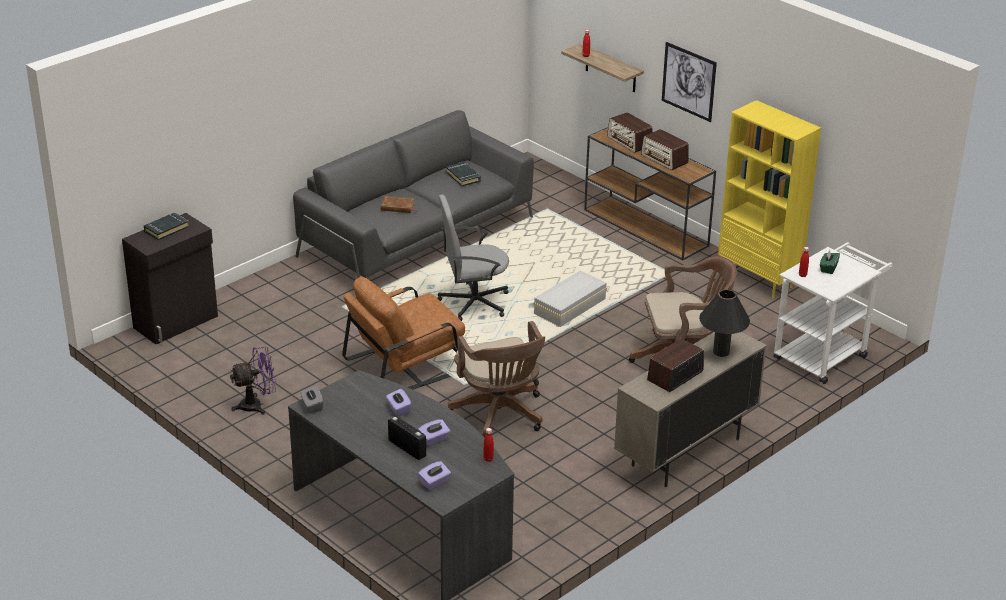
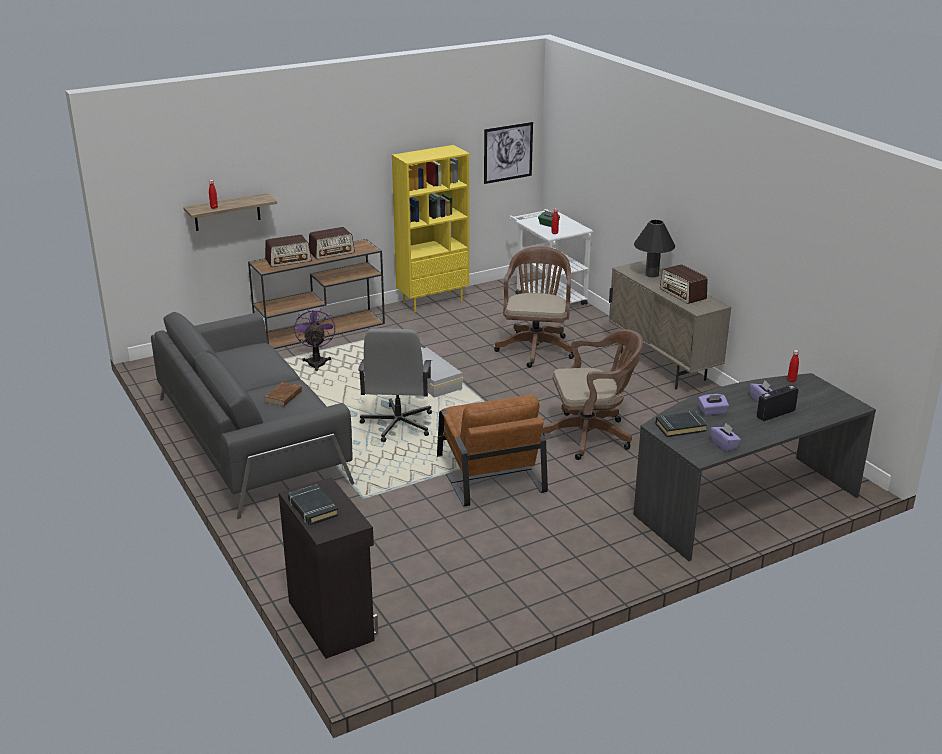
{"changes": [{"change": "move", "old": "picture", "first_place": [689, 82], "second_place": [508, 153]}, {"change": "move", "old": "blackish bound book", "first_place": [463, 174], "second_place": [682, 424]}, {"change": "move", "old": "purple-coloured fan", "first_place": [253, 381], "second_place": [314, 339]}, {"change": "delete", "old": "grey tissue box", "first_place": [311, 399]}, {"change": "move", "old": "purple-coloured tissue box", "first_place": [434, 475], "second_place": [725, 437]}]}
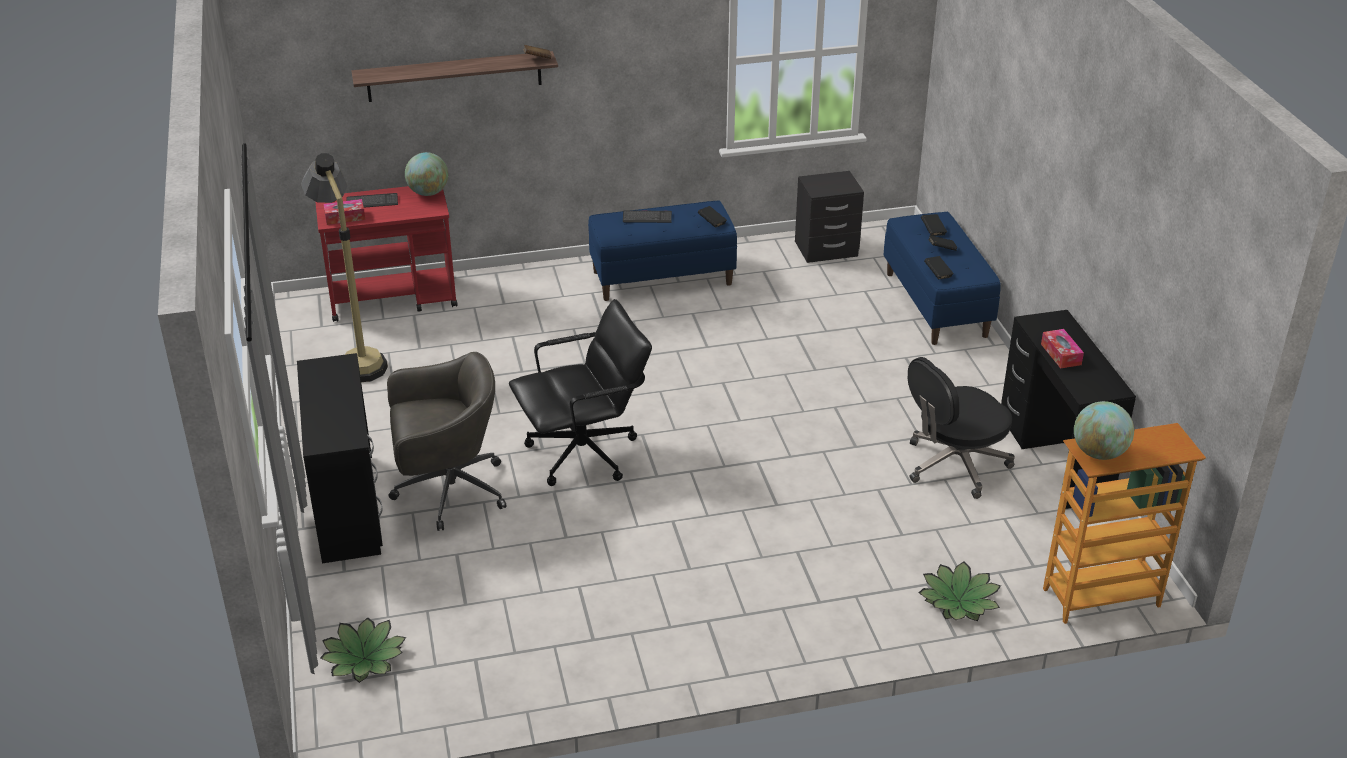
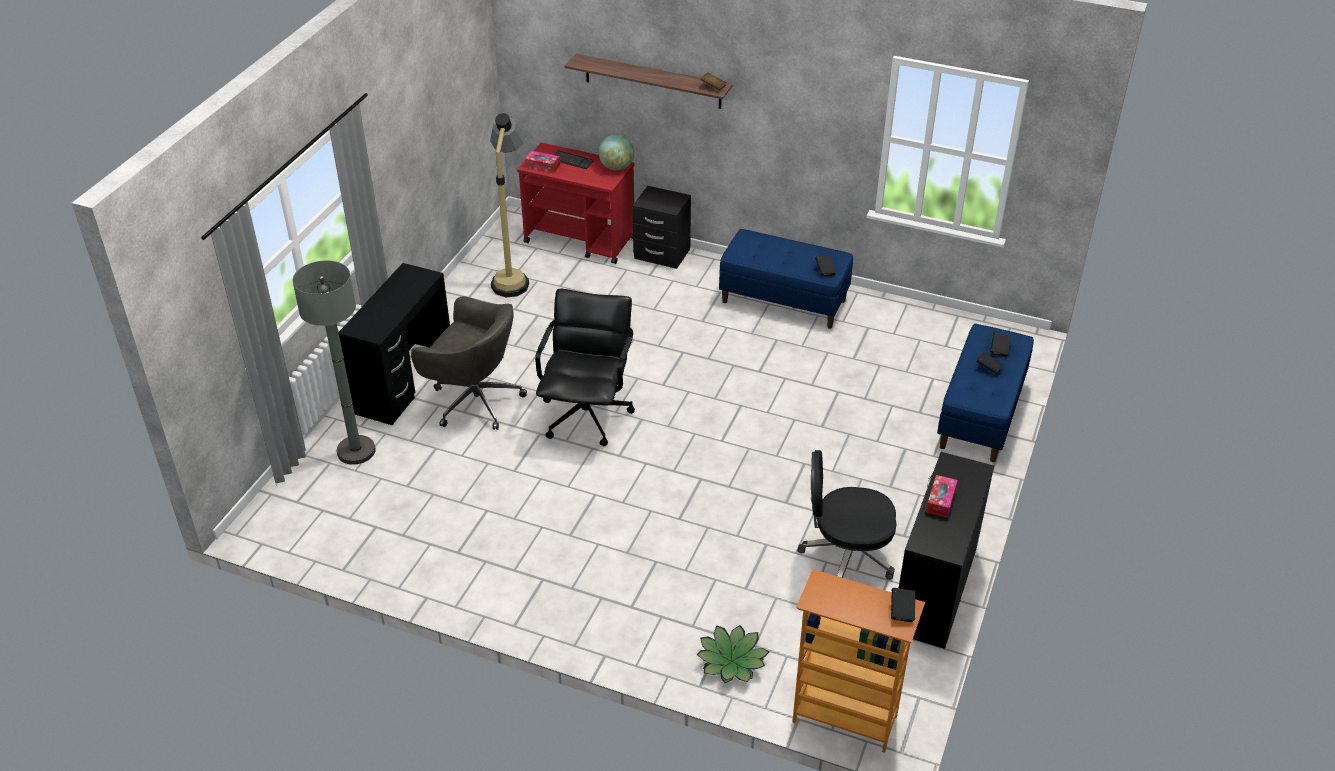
{"changes": [{"change": "move", "old": "blackish nightstand", "first_place": [829, 217], "second_place": [661, 227]}, {"change": "delete", "old": "keyboard", "first_place": [647, 216]}, {"change": "move", "old": "blackish bound book", "first_place": [939, 267], "second_place": [903, 605]}, {"change": "rotate", "old": "blackish office chair", "first_place": [580, 392], "second_place": [585, 367], "degrees": -90}, {"change": "delete", "old": "world globe", "first_place": [1104, 430]}, {"change": "delete", "old": "potted plant", "first_place": [363, 650]}, {"change": "insert", "new": "grey floor lamp", "second_place": [334, 362]}]}
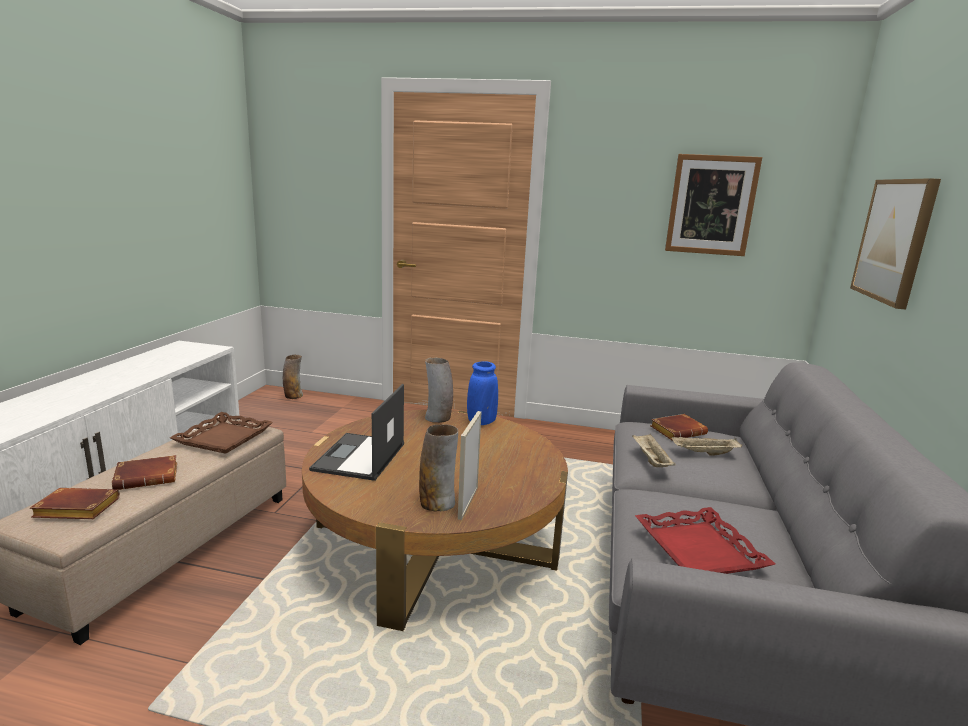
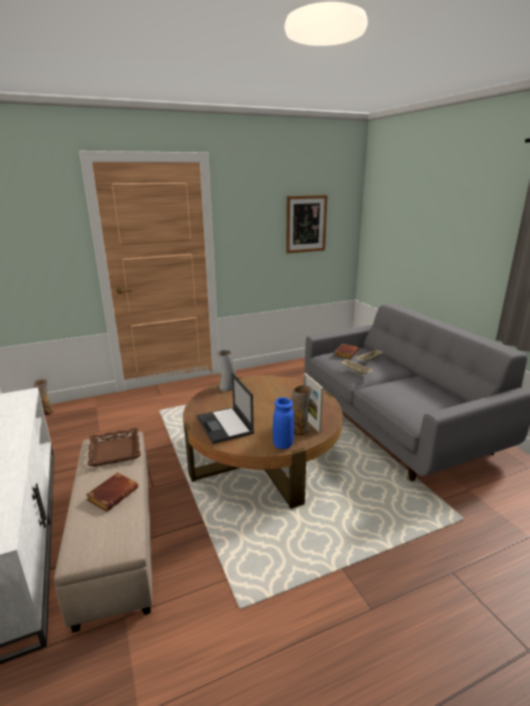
{"changes": [{"change": "delete", "old": "picture", "first_place": [895, 243]}, {"change": "move", "old": "blue decorative vase", "first_place": [482, 393], "second_place": [283, 423]}, {"change": "delete", "old": "brownish bound book", "first_place": [75, 503]}, {"change": "delete", "old": "red carrying tray", "first_place": [705, 540]}]}
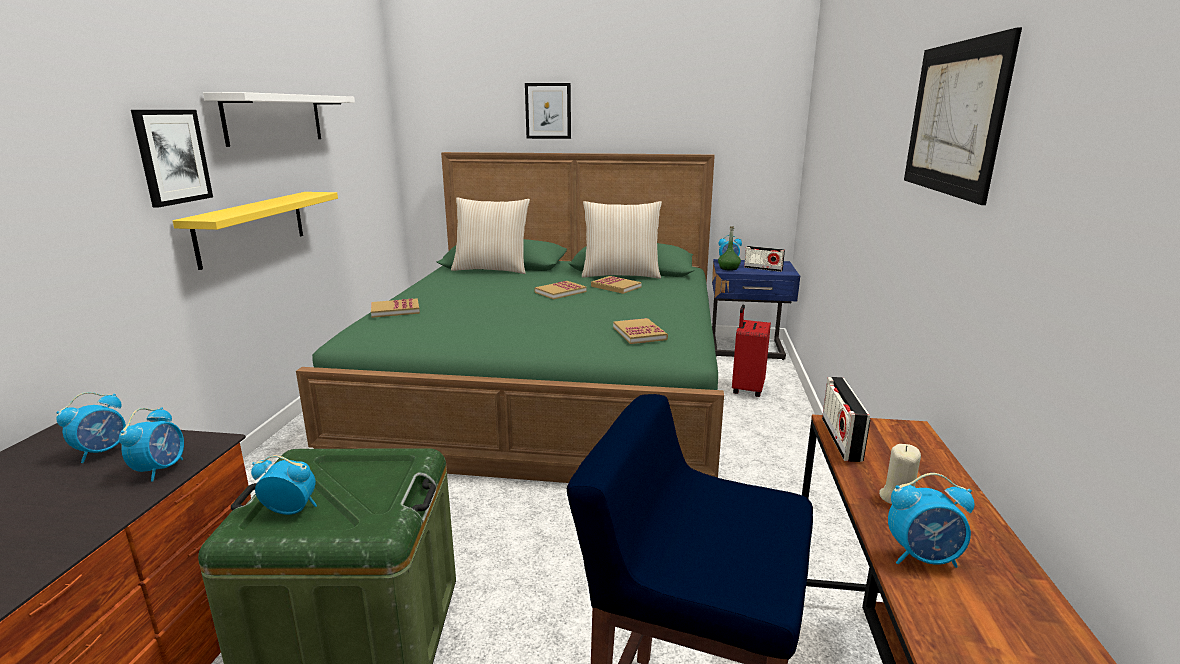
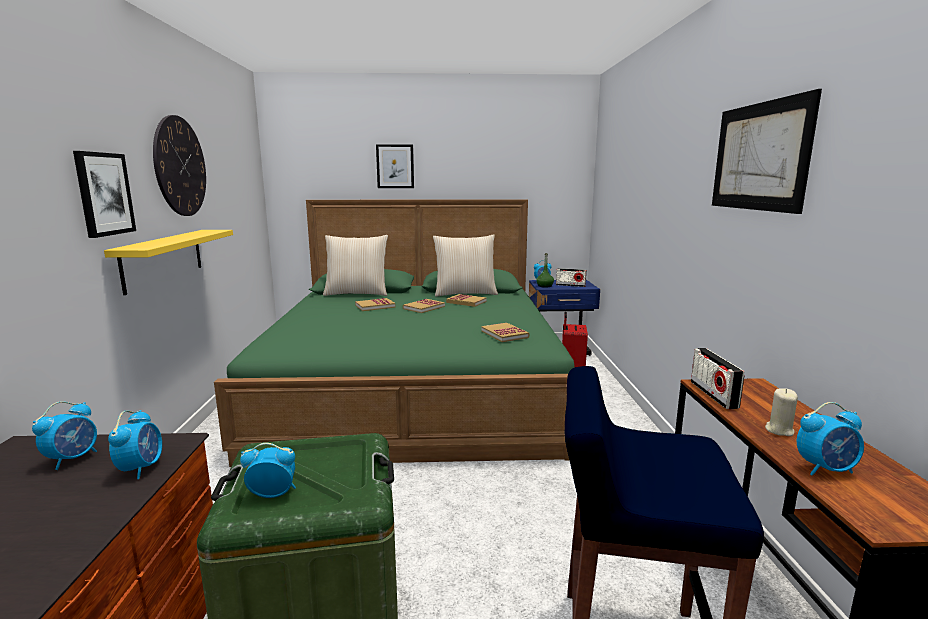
{"changes": [{"change": "replace", "old": "white shelf", "new": "hanging clock", "first_place": [279, 119], "second_place": [179, 165]}, {"change": "move", "old": "bound book", "first_place": [395, 308], "second_place": [375, 304]}]}
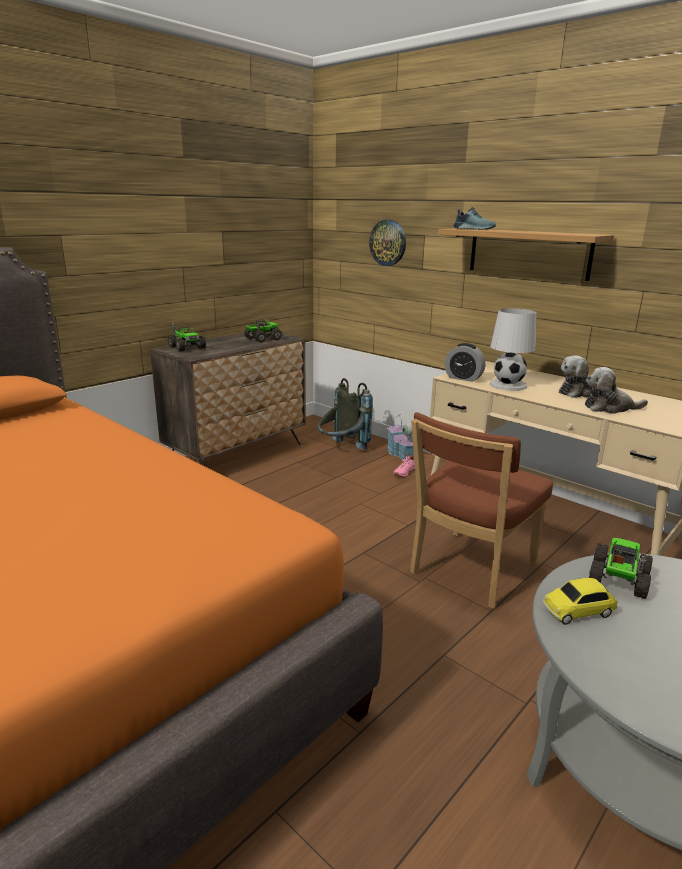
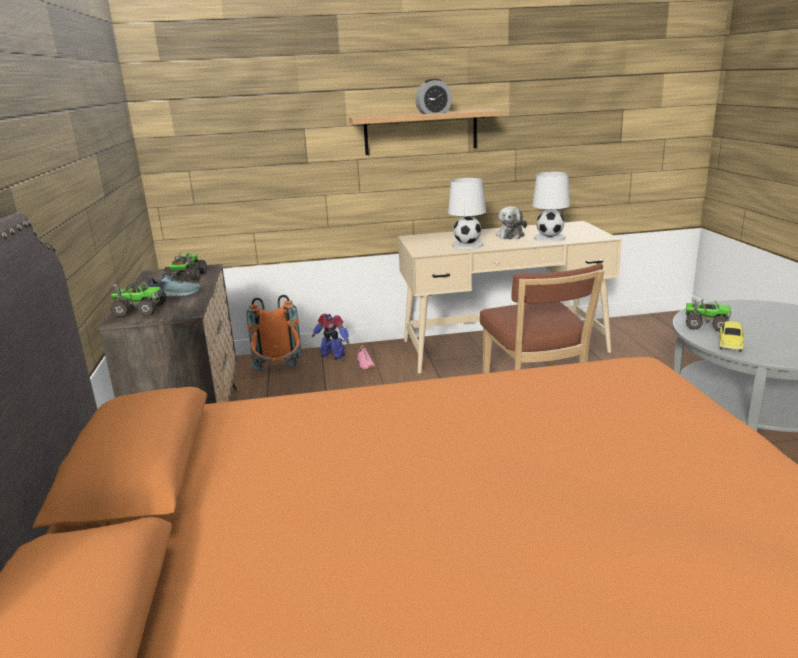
{"changes": [{"change": "move", "old": "low shoe", "first_place": [475, 218], "second_place": [173, 284]}, {"change": "delete", "old": "hanging clock", "first_place": [387, 243]}, {"change": "move", "old": "alarm clock", "first_place": [465, 362], "second_place": [433, 96]}, {"change": "replace", "old": "cuddly toy", "new": "white table lamp", "first_place": [616, 390], "second_place": [551, 207]}, {"change": "recolor", "old": "grey backpack", "new": "orangey backpack", "first_place": [345, 414], "second_place": [274, 333]}, {"change": "replace", "old": "model house", "new": "toy robot", "first_place": [400, 437], "second_place": [330, 336]}, {"change": "rotate", "old": "model truck", "first_place": [621, 568], "second_place": [708, 315], "degrees": 135}]}
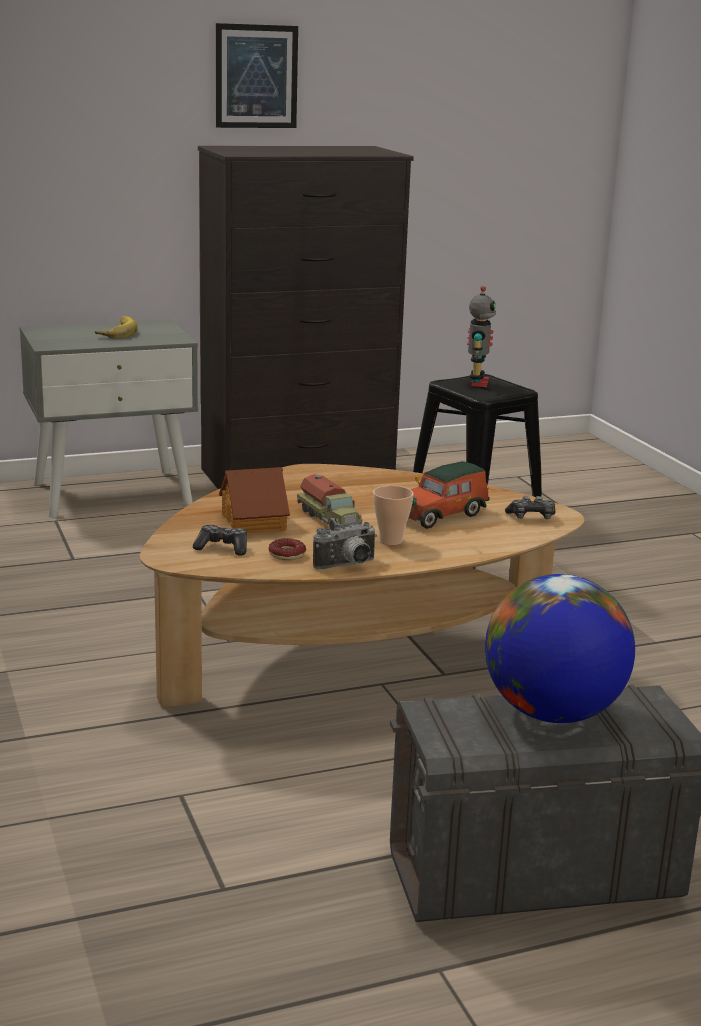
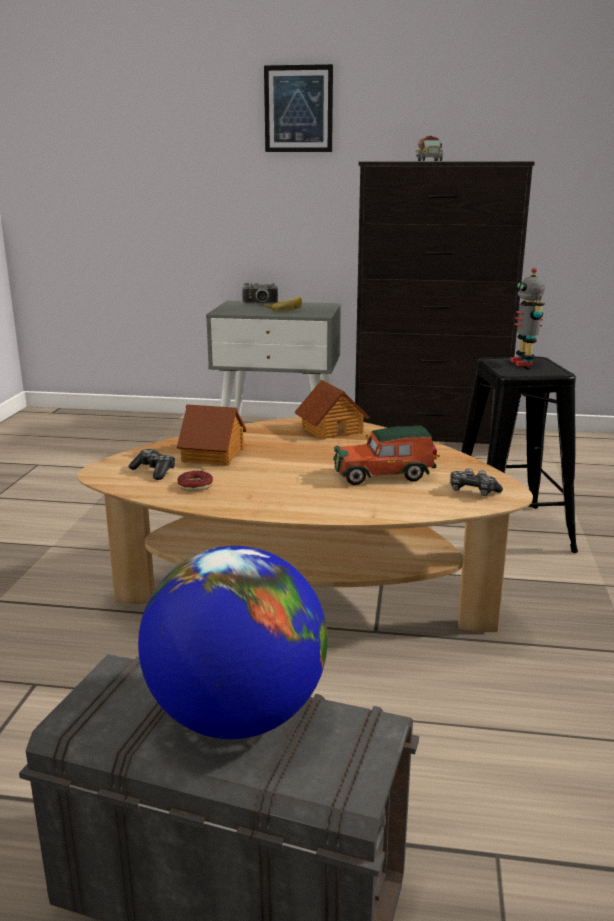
{"changes": [{"change": "move", "old": "picture", "first_place": [257, 75], "second_place": [298, 108]}, {"change": "rotate", "old": "toy robot", "first_place": [481, 336], "second_place": [527, 317], "degrees": 135}, {"change": "move", "old": "model truck", "first_place": [330, 502], "second_place": [429, 148]}, {"change": "delete", "old": "drinking cup", "first_place": [393, 515]}, {"change": "move", "old": "still camera", "first_place": [345, 545], "second_place": [260, 293]}, {"change": "insert", "new": "model house", "second_place": [331, 410]}]}
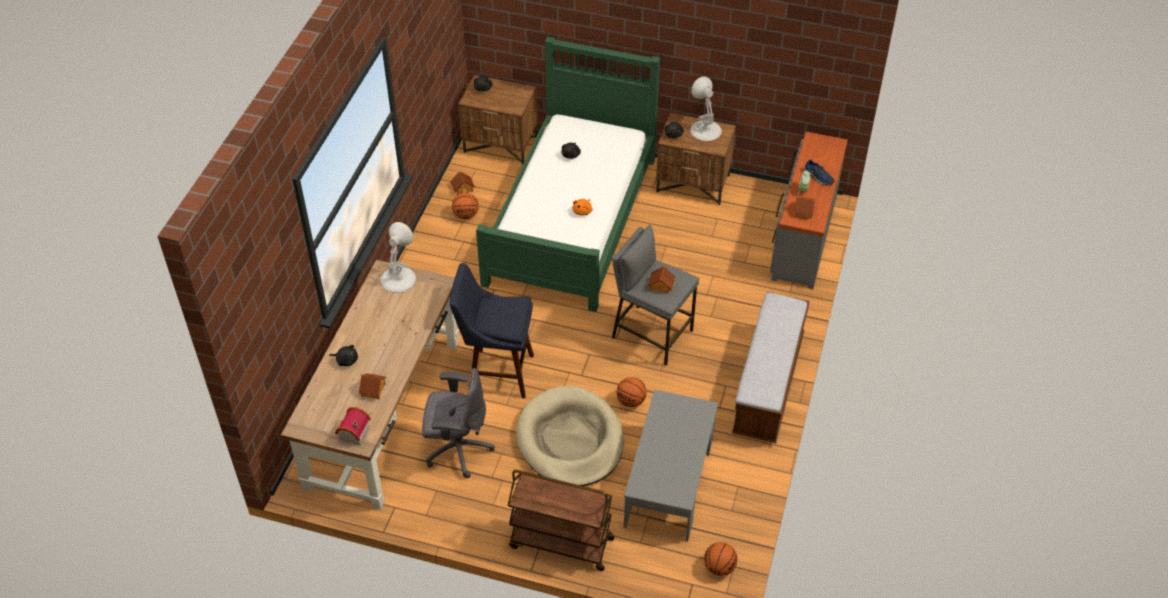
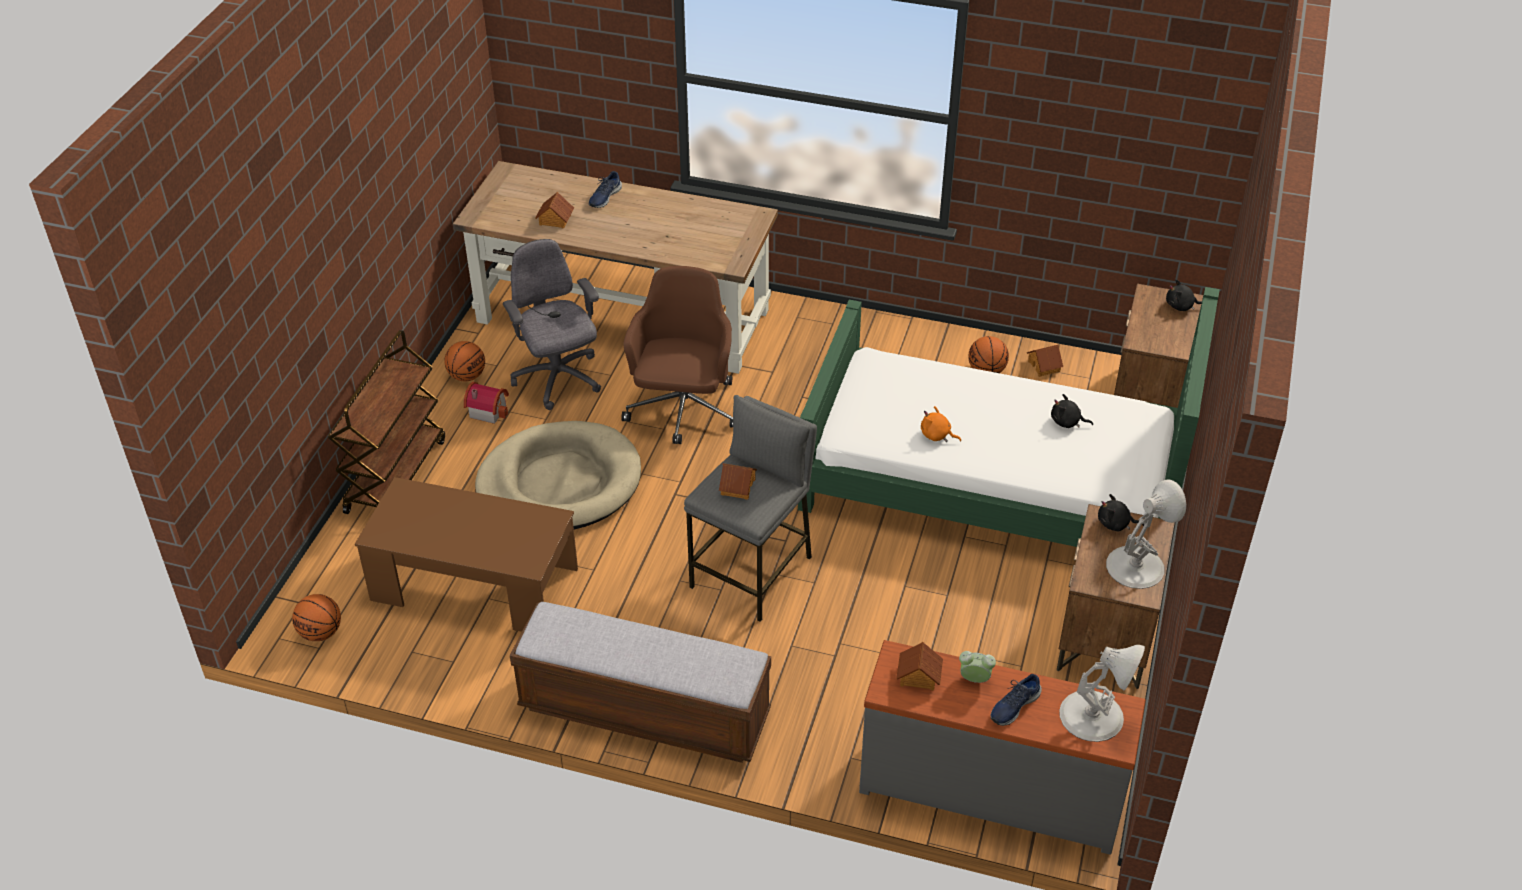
{"changes": [{"change": "move", "old": "white table lamp", "first_place": [398, 257], "second_place": [1102, 693]}, {"change": "replace", "old": "blue stool", "new": "brownish office chair", "first_place": [491, 330], "second_place": [677, 355]}, {"change": "replace", "old": "blackish cuddly toy", "new": "blue low shoe", "first_place": [343, 355], "second_place": [605, 189]}, {"change": "rotate", "old": "grey office chair", "first_place": [458, 423], "second_place": [552, 324], "degrees": 150}, {"change": "move", "old": "basketball ball", "first_place": [632, 392], "second_place": [464, 361]}, {"change": "recolor", "old": "grey low table", "new": "brownish low table", "first_place": [671, 466], "second_place": [466, 554]}, {"change": "move", "old": "model house", "first_place": [353, 426], "second_place": [486, 403]}]}
